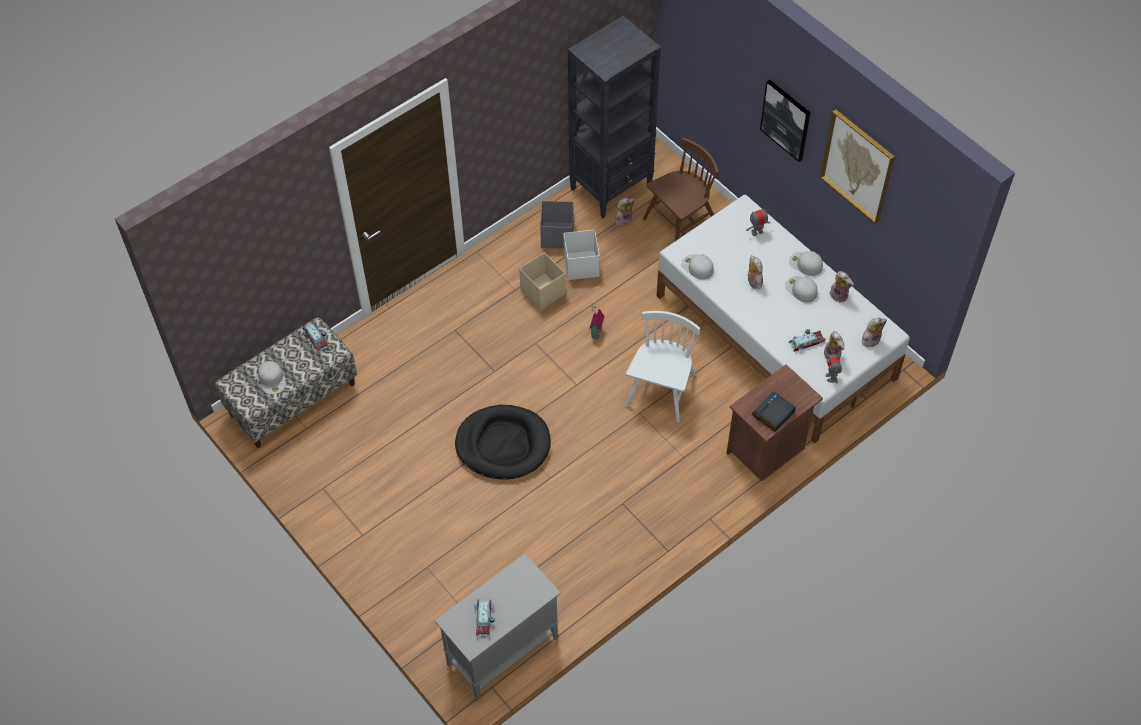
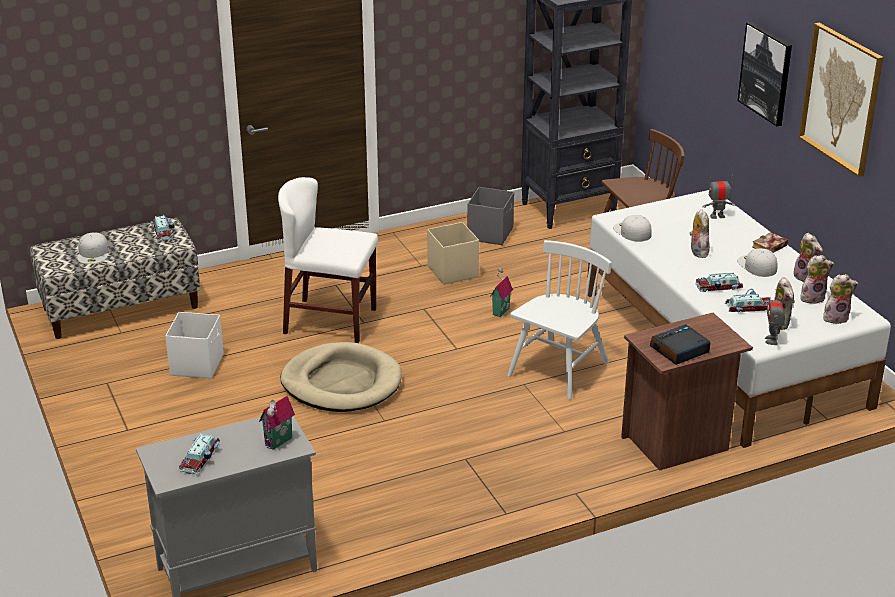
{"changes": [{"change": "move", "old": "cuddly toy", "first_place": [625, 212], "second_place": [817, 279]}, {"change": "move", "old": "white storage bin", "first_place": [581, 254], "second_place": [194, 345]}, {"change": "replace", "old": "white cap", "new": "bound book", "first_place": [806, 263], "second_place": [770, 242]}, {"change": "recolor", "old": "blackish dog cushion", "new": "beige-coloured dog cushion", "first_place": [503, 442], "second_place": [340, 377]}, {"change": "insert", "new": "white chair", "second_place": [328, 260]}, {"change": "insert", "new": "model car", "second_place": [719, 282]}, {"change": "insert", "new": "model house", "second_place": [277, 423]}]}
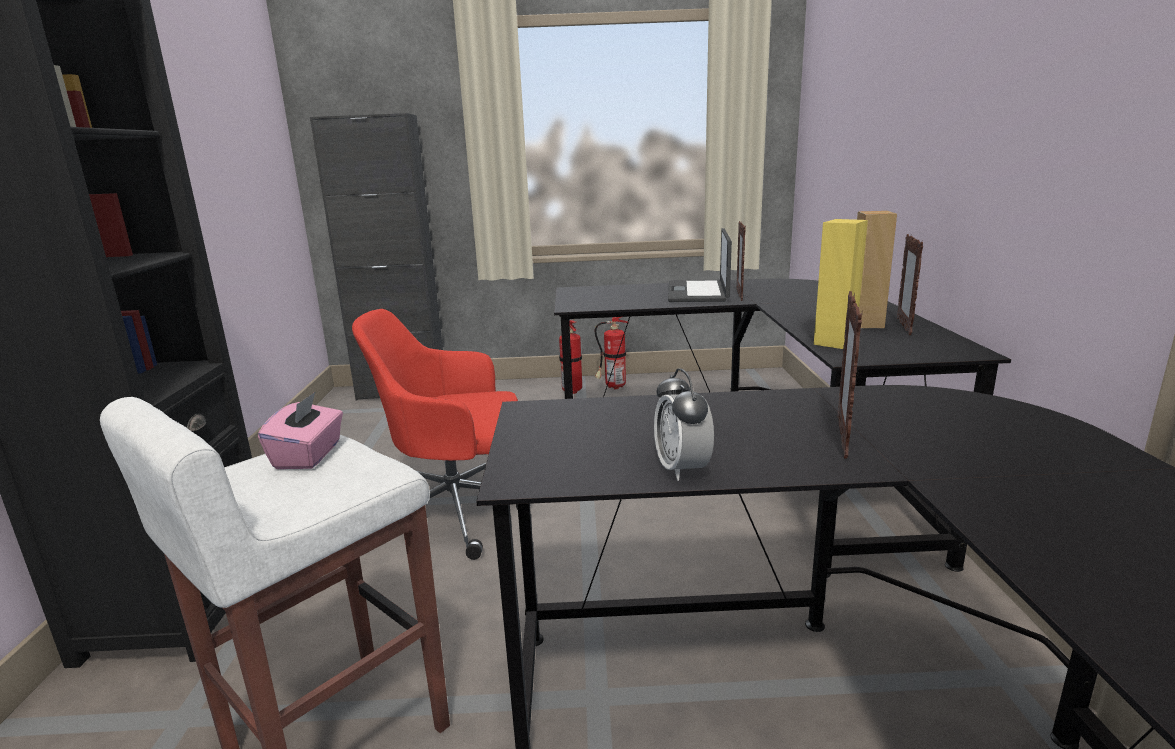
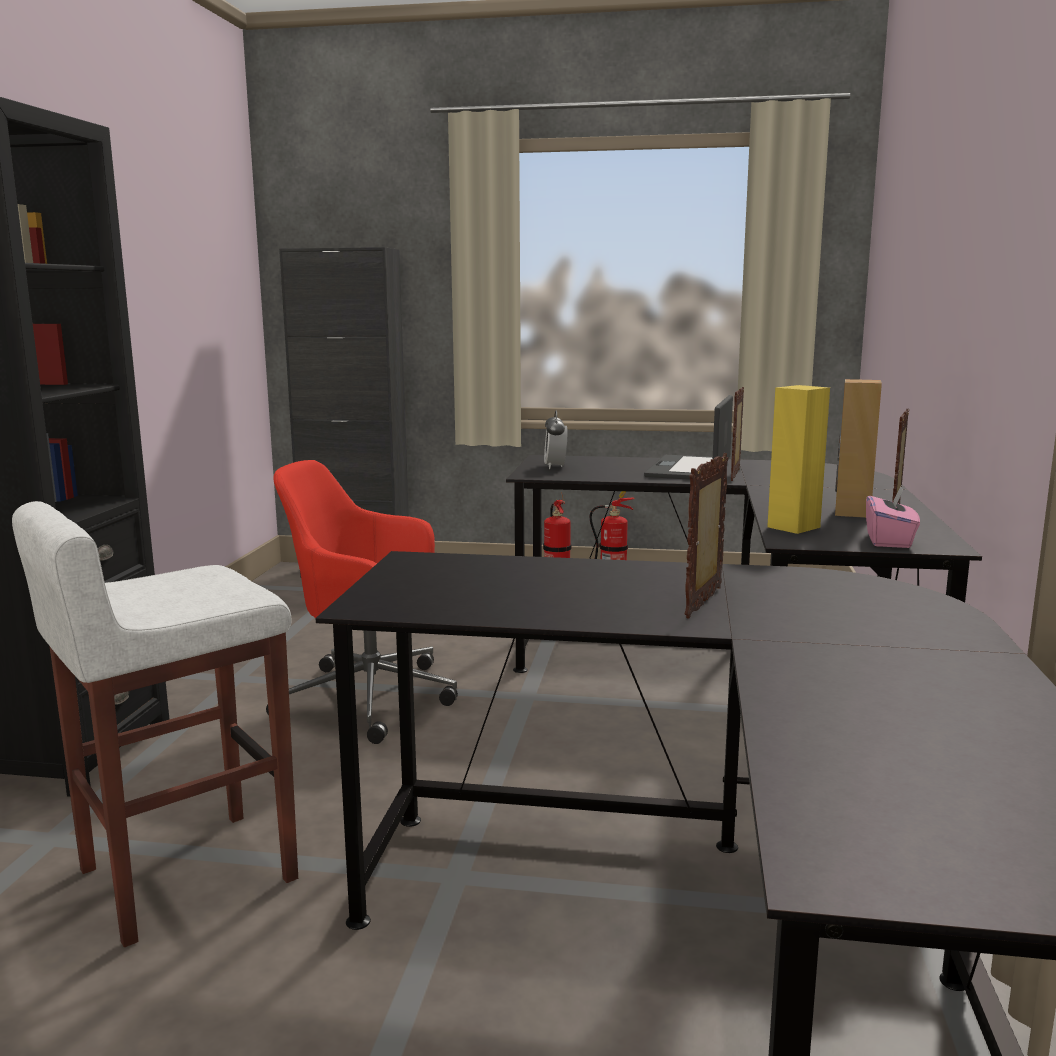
{"changes": [{"change": "move", "old": "alarm clock", "first_place": [684, 424], "second_place": [555, 439]}, {"change": "move", "old": "pink-coloured tissue box", "first_place": [300, 430], "second_place": [893, 517]}]}
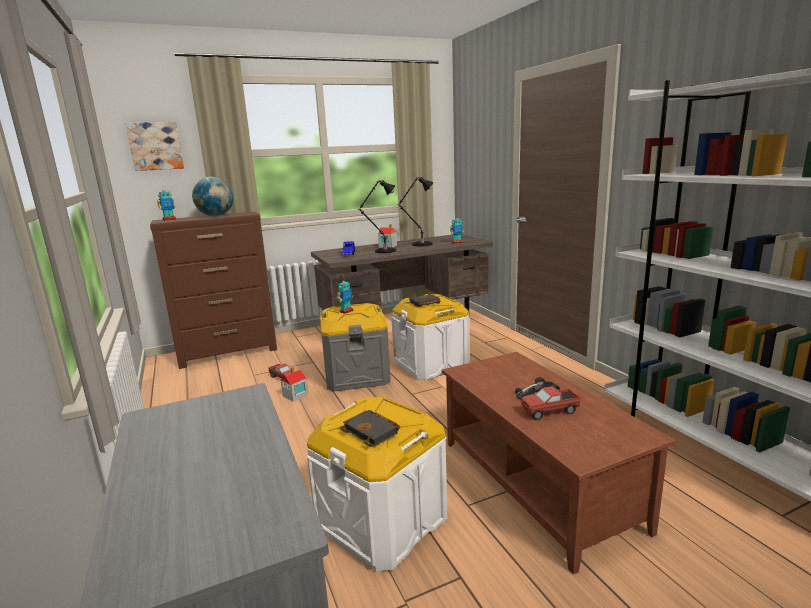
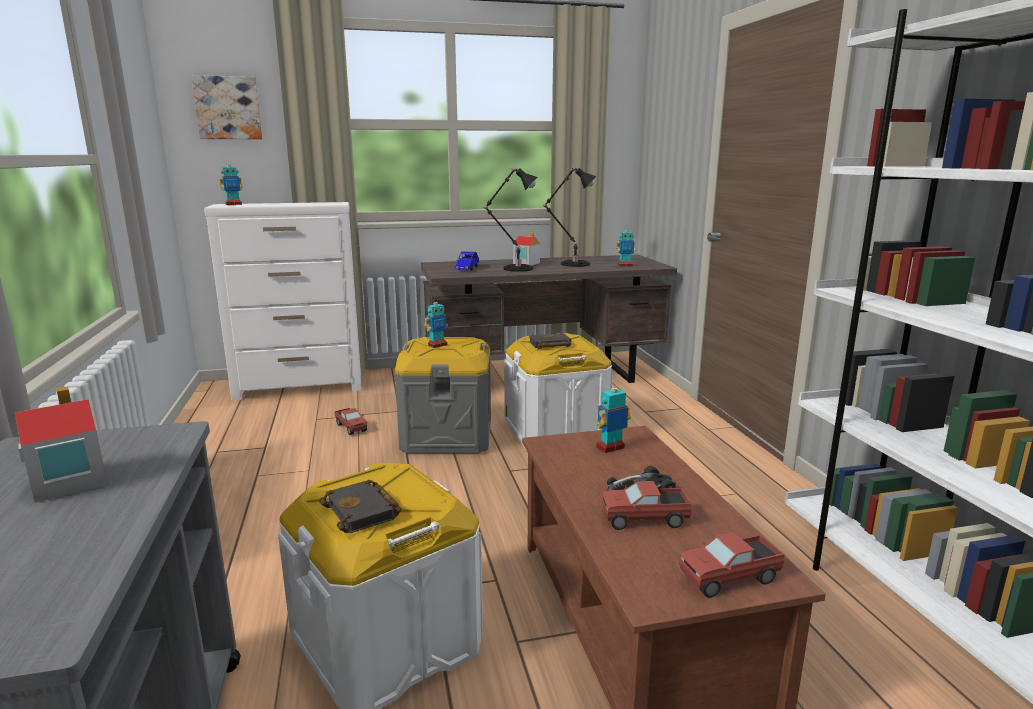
{"changes": [{"change": "delete", "old": "world globe", "first_place": [212, 196]}, {"change": "recolor", "old": "brownish drawer chest", "new": "white drawer chest", "first_place": [213, 290], "second_place": [283, 301]}, {"change": "move", "old": "model house", "first_place": [294, 384], "second_place": [61, 444]}, {"change": "insert", "new": "toy robot", "second_place": [613, 417]}, {"change": "insert", "new": "model truck", "second_place": [732, 565]}]}
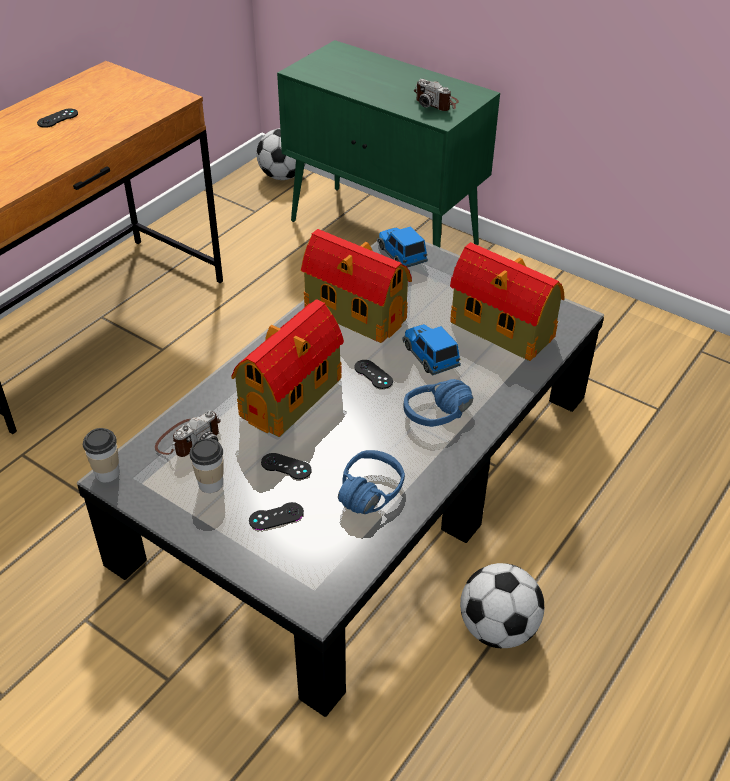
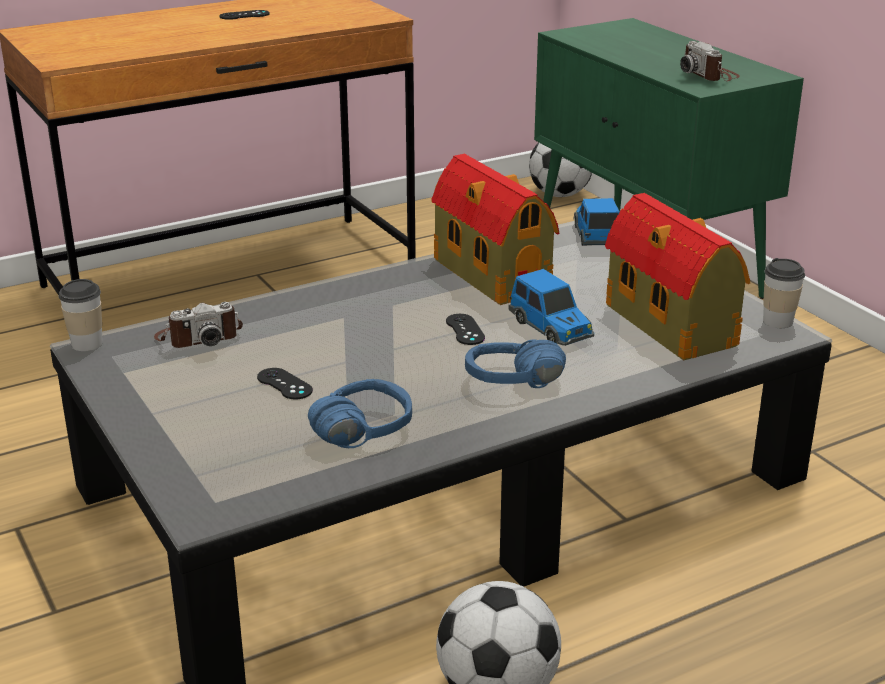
{"changes": [{"change": "delete", "old": "model house", "first_place": [287, 368]}, {"change": "rotate", "old": "model car", "first_place": [431, 350], "second_place": [551, 307], "degrees": 150}, {"change": "move", "old": "drinking cup", "first_place": [206, 466], "second_place": [784, 293]}, {"change": "delete", "old": "blackish gamepad", "first_place": [276, 516]}]}
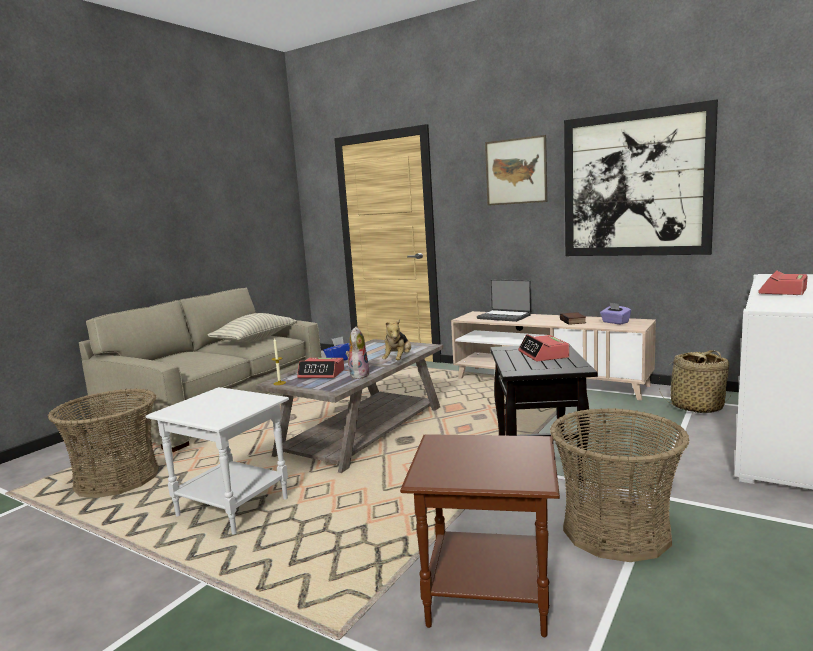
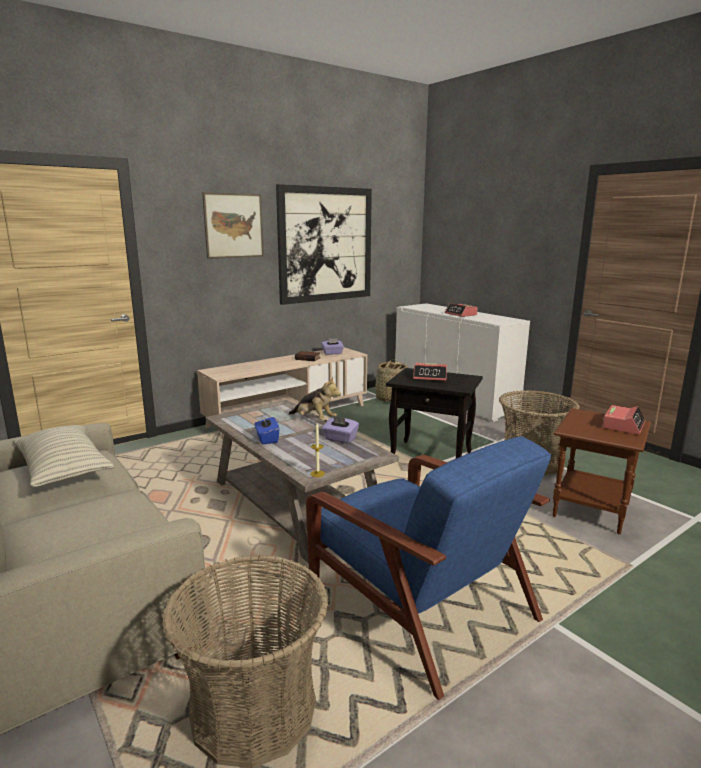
{"changes": [{"change": "delete", "old": "laptop", "first_place": [504, 300]}, {"change": "replace", "old": "cuddly toy", "new": "purple-coloured tissue box", "first_place": [358, 353], "second_place": [340, 429]}, {"change": "move", "old": "alarm clock", "first_place": [320, 368], "second_place": [623, 420]}, {"change": "replace", "old": "white end table", "new": "blue easy chair", "first_place": [217, 461], "second_place": [428, 568]}]}
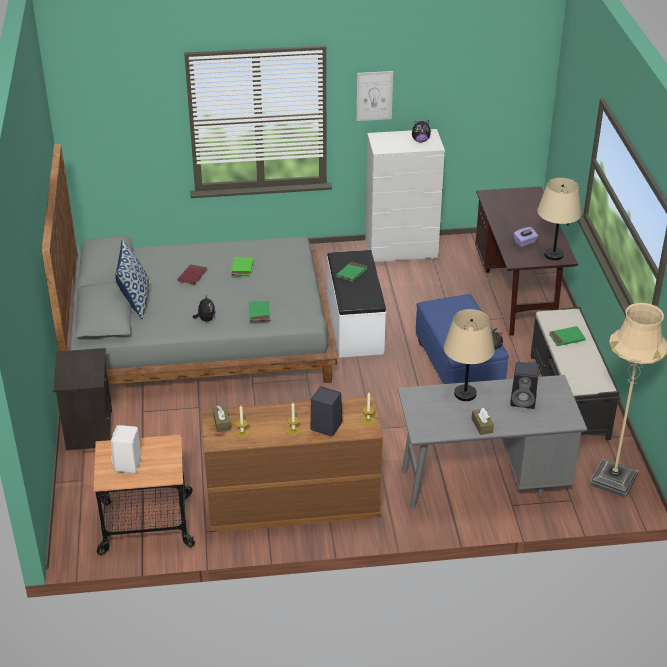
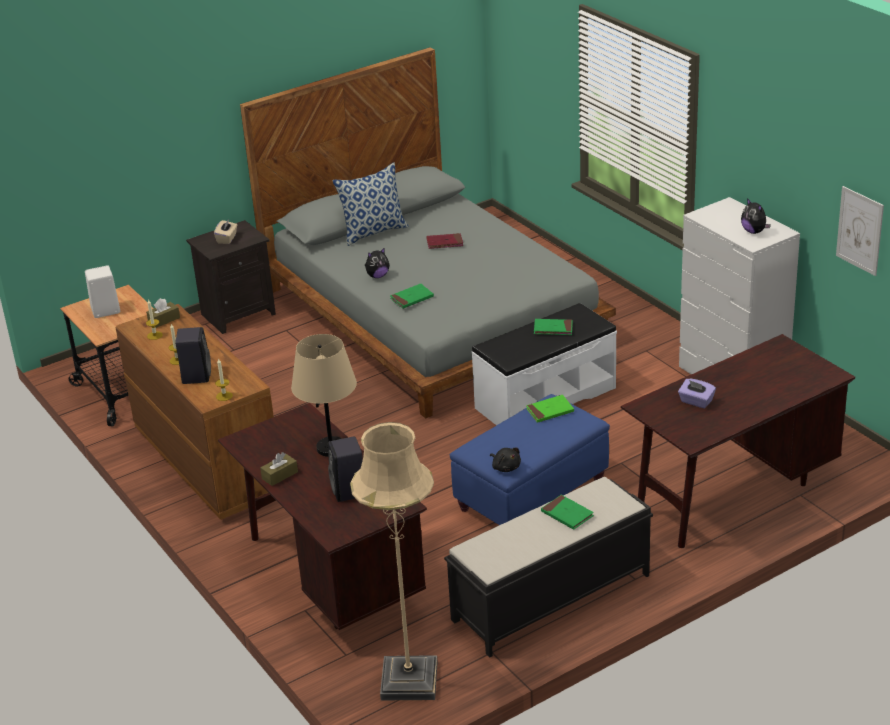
{"changes": [{"change": "move", "old": "picture", "first_place": [374, 96], "second_place": [860, 231]}, {"change": "delete", "old": "beige-coloured table lamp", "first_place": [559, 219]}, {"change": "move", "old": "greenish bound book", "first_place": [242, 267], "second_place": [550, 409]}, {"change": "recolor", "old": "grey desk table", "new": "brownish desk table", "first_place": [492, 441], "second_place": [322, 516]}, {"change": "insert", "new": "beige-coloured tissue box", "second_place": [225, 232]}]}
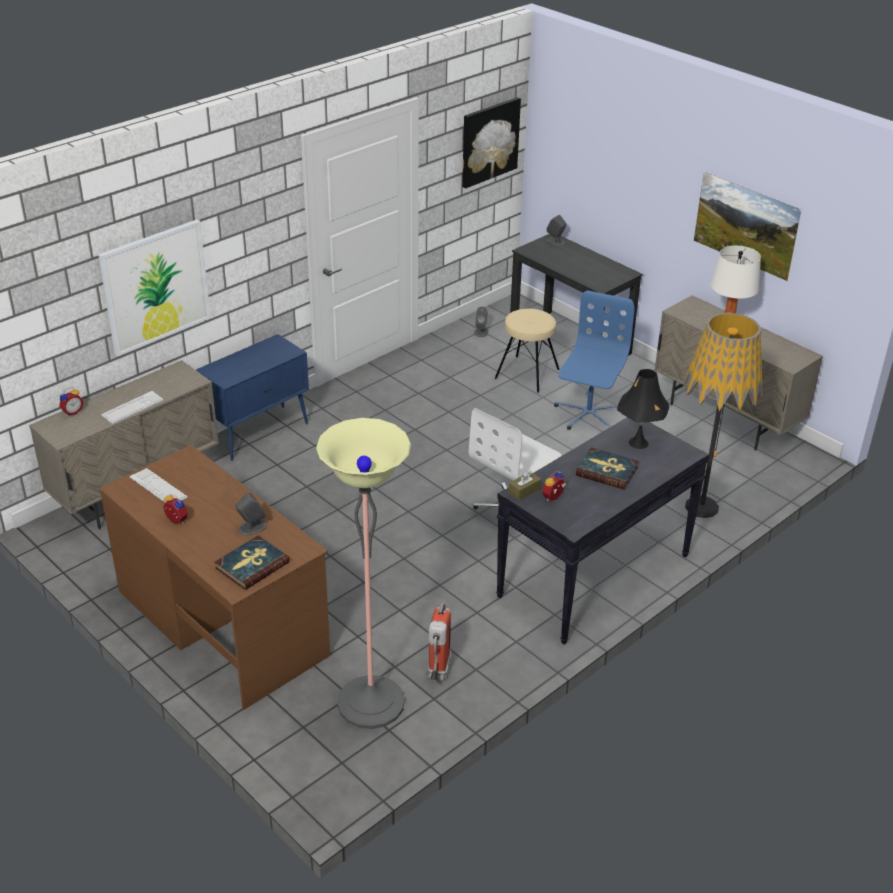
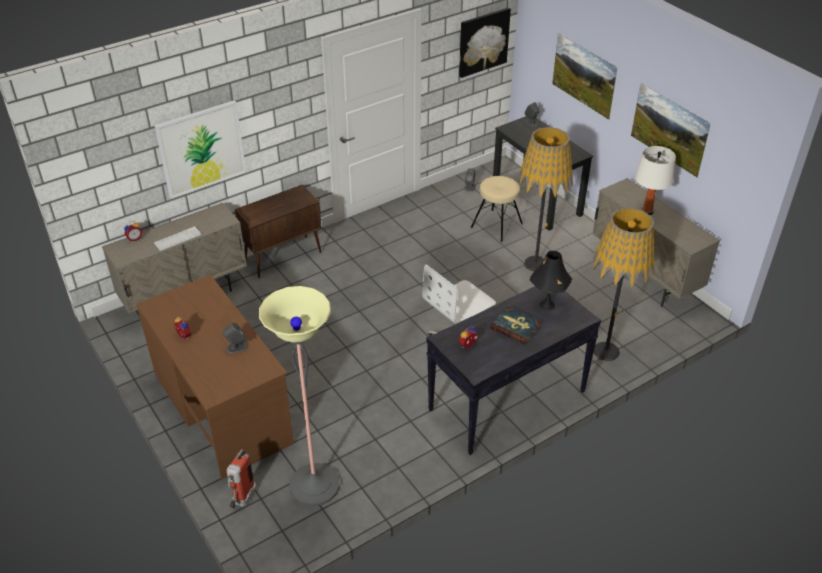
{"changes": [{"change": "replace", "old": "blue office chair", "new": "floor lamp", "first_place": [594, 360], "second_place": [545, 199]}, {"change": "recolor", "old": "blue cupboard", "new": "brownish cupboard", "first_place": [252, 397], "second_place": [278, 231]}, {"change": "delete", "old": "keyboard", "first_place": [158, 485]}, {"change": "delete", "old": "brownish tissue box", "first_place": [524, 485]}, {"change": "delete", "old": "bound book", "first_place": [252, 562]}, {"change": "move", "old": "fire extinguisher", "first_place": [439, 641], "second_place": [241, 478]}, {"change": "insert", "new": "picture", "second_place": [585, 76]}]}
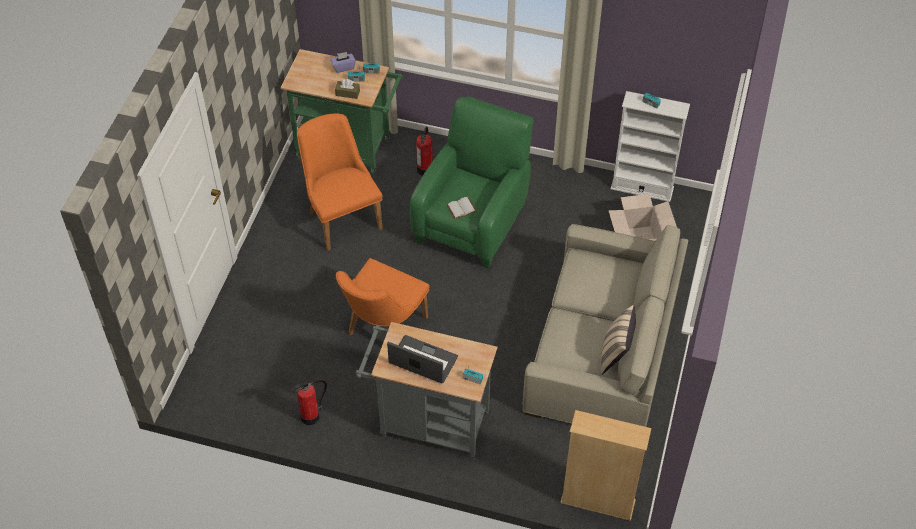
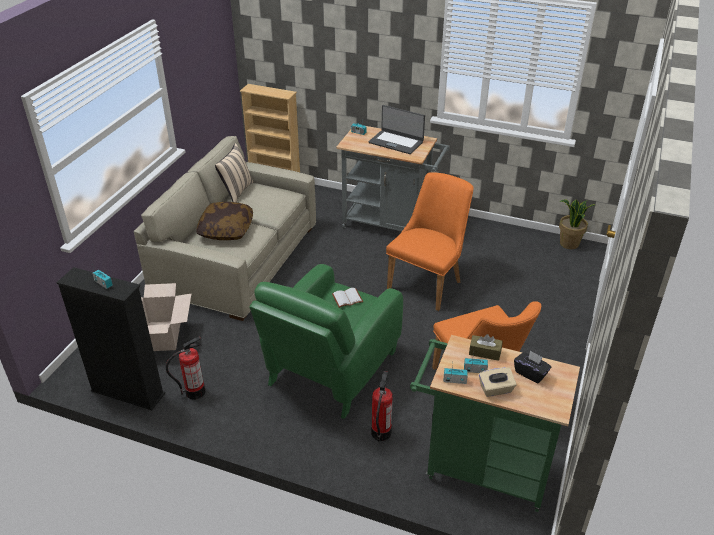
{"changes": [{"change": "recolor", "old": "purple-coloured tissue box", "new": "beige-coloured tissue box", "first_place": [343, 62], "second_place": [498, 382]}, {"change": "recolor", "old": "white bookshelf", "new": "blackish bookshelf", "first_place": [650, 146], "second_place": [110, 338]}, {"change": "move", "old": "fire extinguisher", "first_place": [309, 402], "second_place": [185, 367]}, {"change": "insert", "new": "potted plant", "second_place": [576, 224]}, {"change": "insert", "new": "pillow", "second_place": [224, 221]}, {"change": "insert", "new": "blackish tissue box", "second_place": [532, 366]}]}
